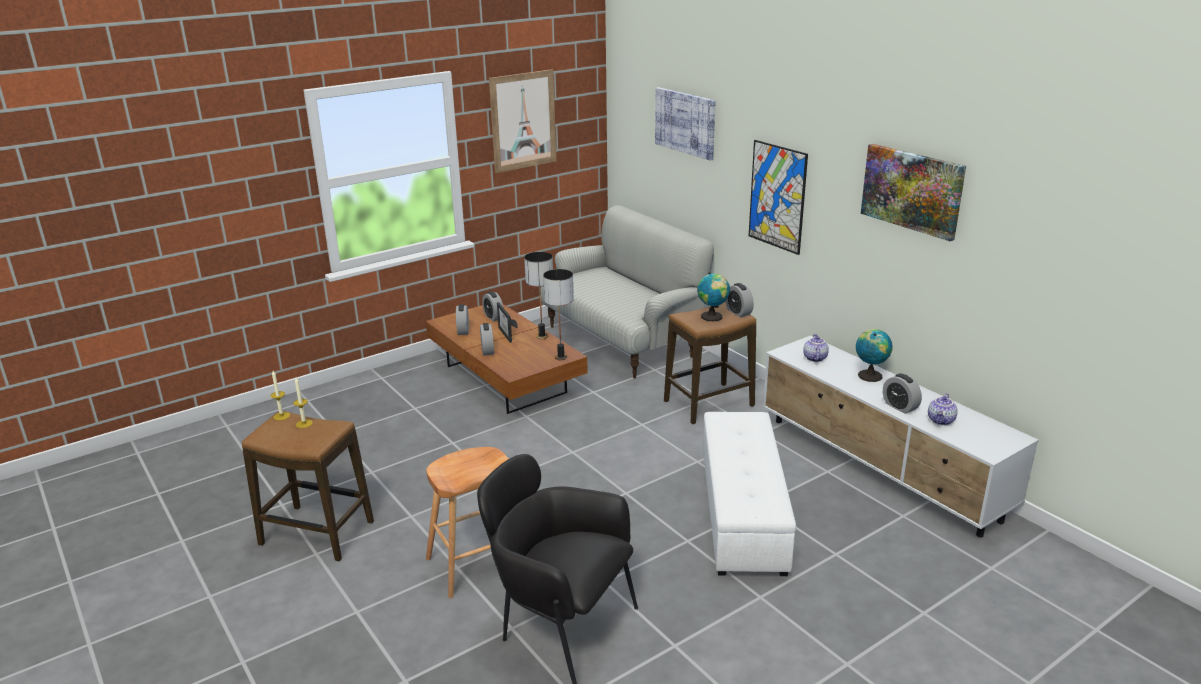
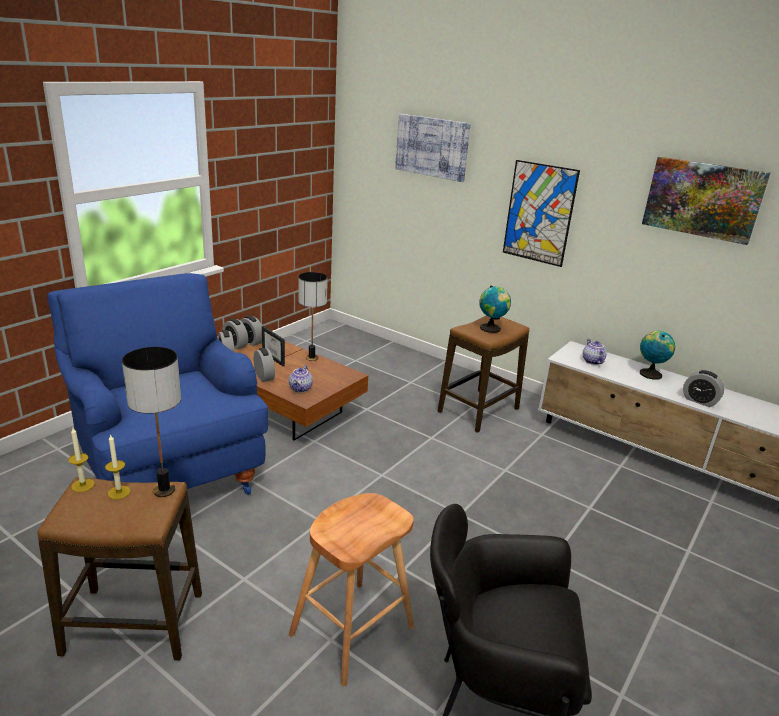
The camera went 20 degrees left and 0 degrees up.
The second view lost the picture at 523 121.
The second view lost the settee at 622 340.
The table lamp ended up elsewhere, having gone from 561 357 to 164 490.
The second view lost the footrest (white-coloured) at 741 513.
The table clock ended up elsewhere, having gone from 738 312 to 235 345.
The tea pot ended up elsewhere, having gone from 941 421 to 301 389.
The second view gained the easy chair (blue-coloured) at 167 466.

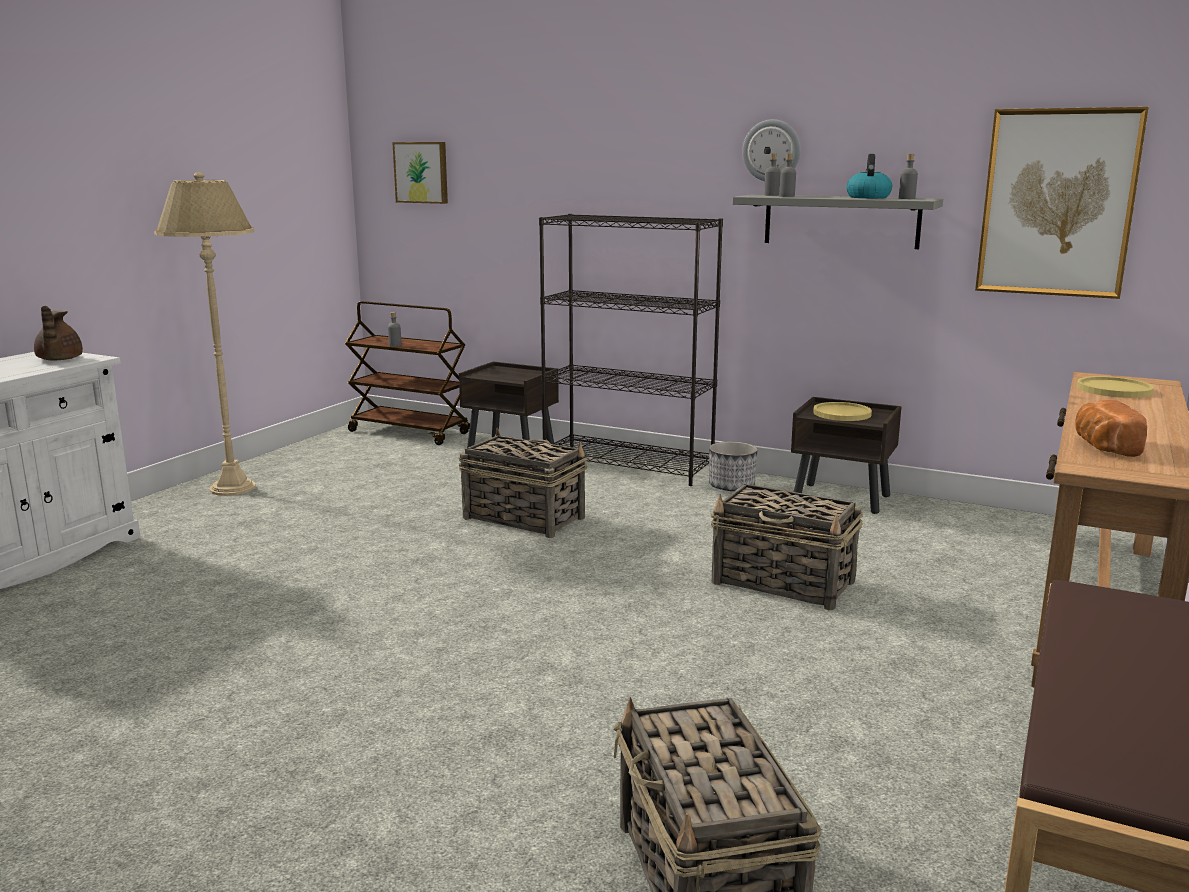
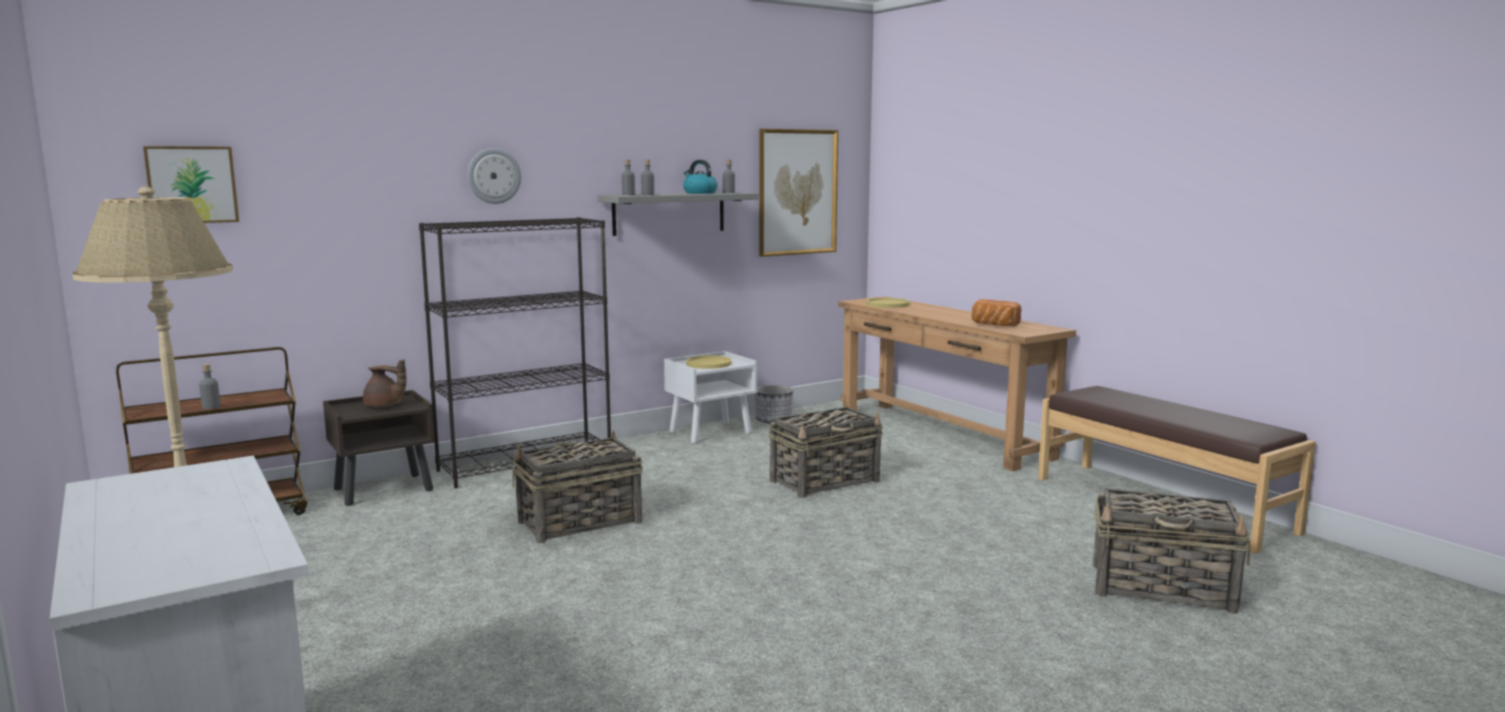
The camera went 60 degrees left and 5 degrees down.
The tea pot (brown) ended up elsewhere, having gone from 58 359 to 384 406.
The flower pot ended up elsewhere, having gone from 732 487 to 774 421.
The clock on the wall ended up elsewhere, having gone from 771 150 to 494 176.
What was the night table (brown) at 842 498 turned into the night table (white-coloured) at 711 432.

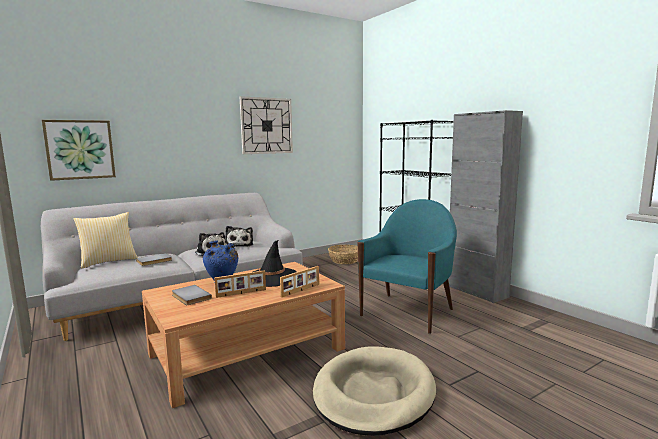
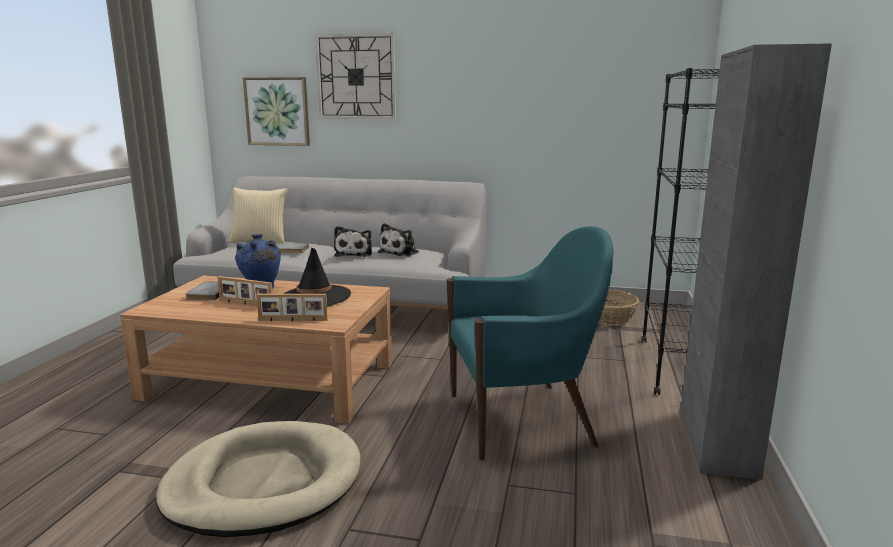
The camera went 45 degrees right and 5 degrees up.
The clock on the wall ended up elsewhere, having gone from 266 126 to 356 77.

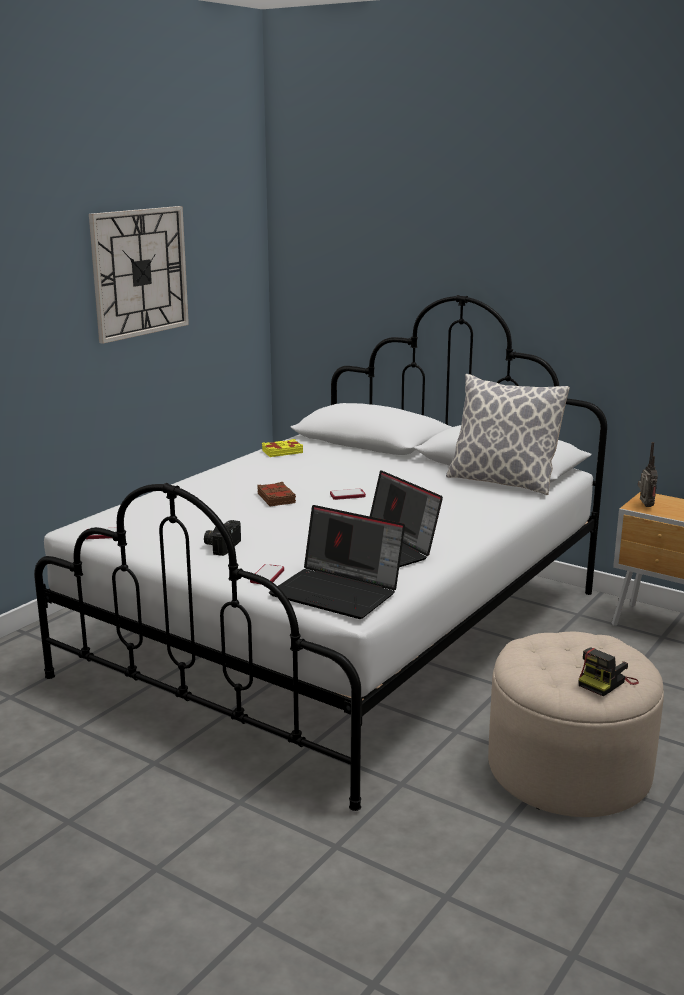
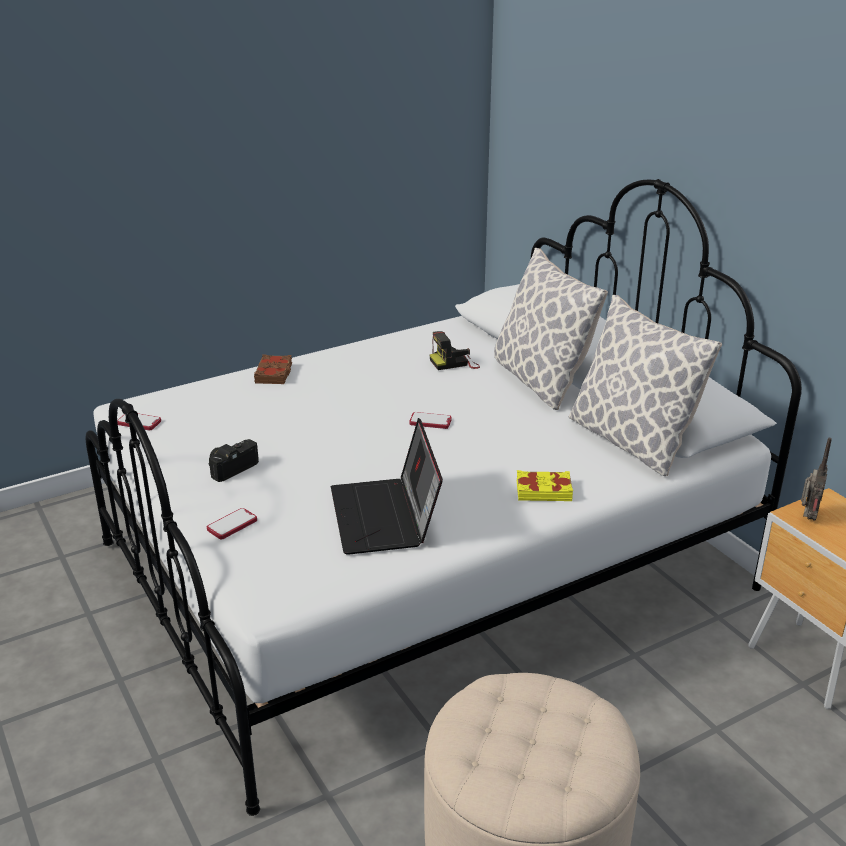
The camera went 25 degrees right and 10 degrees up.
The second view lost the clock on the wall at 139 272.
The volume (brown) ended up elsewhere, having gone from 277 498 to 274 374.
The volume (yellow-coloured) ended up elsewhere, having gone from 282 452 to 543 490.
The second view lost the portable computer at 339 592.
The photo camera ended up elsewhere, having gone from 606 682 to 454 363.
The second view gained the pillow at 541 380.

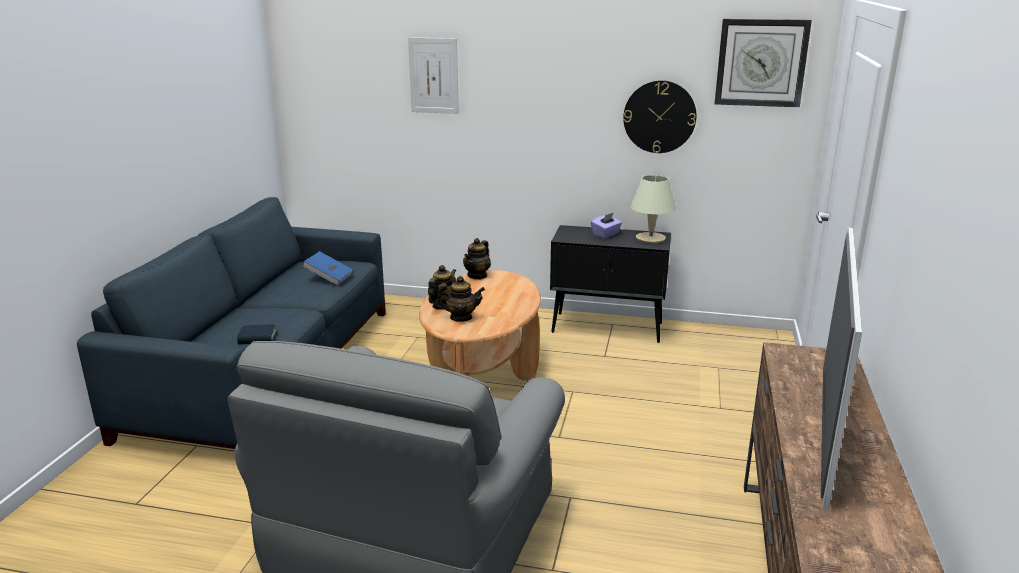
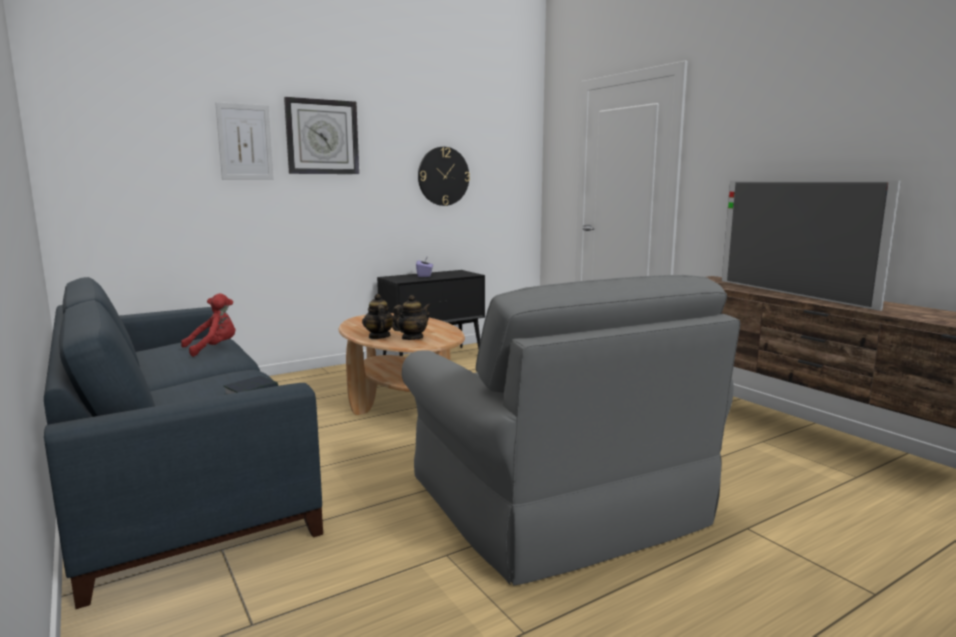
The camera went 45 degrees left and 10 degrees down.
Where the volume (blue-coloured) stood at 329 278, the soft toy (red) came to stand at 213 348.
The second view lost the tea pot at 477 275.
The second view lost the table lamp (beige-coloured) at 650 239.
The clock on the wall ended up elsewhere, having gone from 761 63 to 322 137.

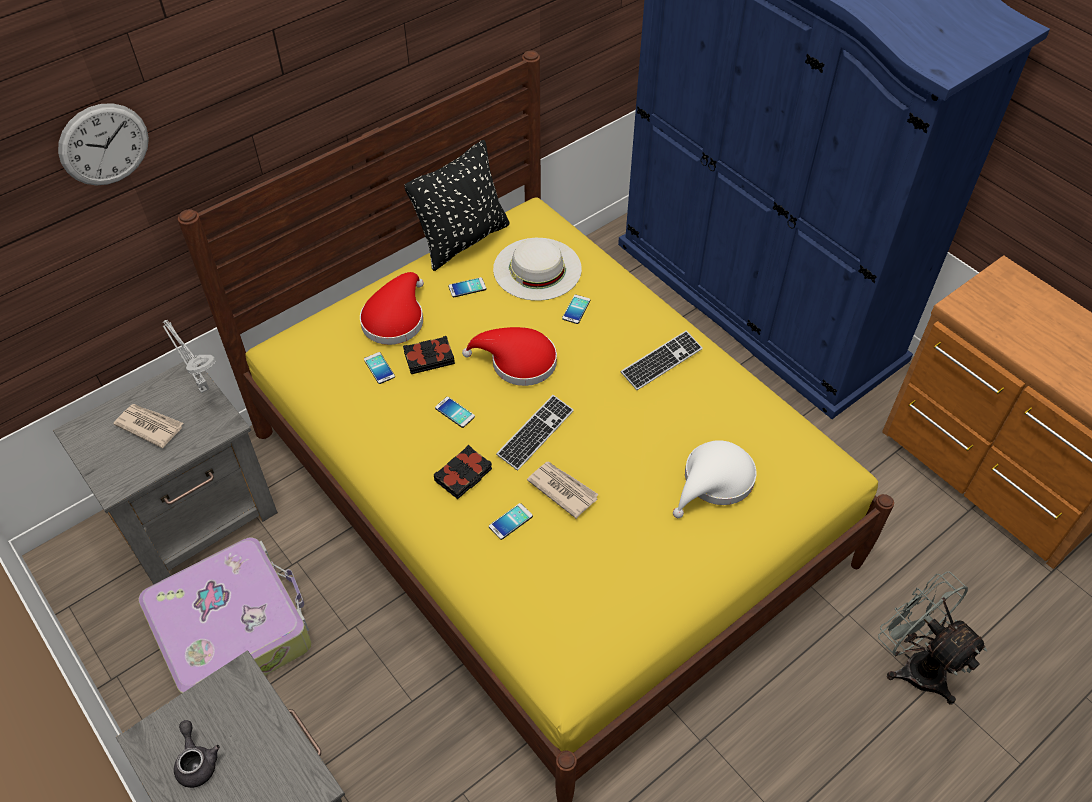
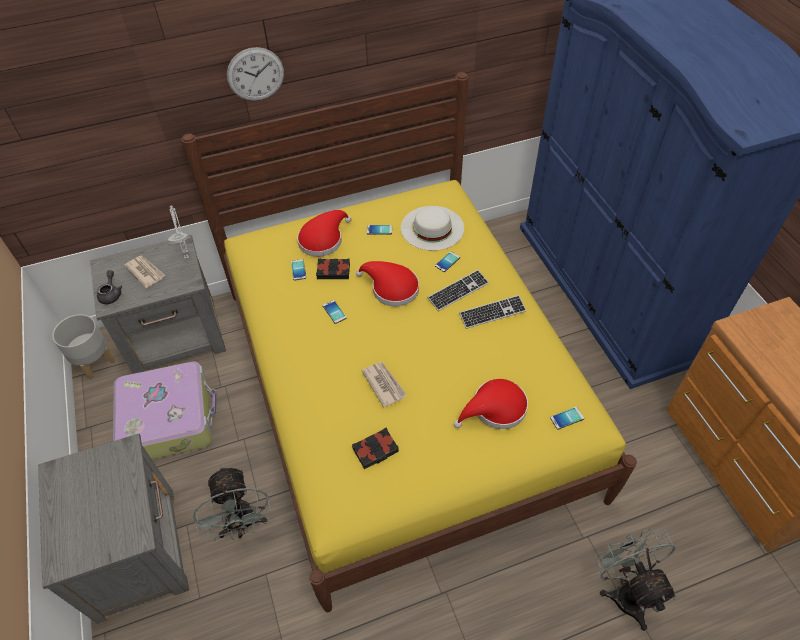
The camera went 20 degrees right and 0 degrees up.
The clock on the wall ended up elsewhere, having gone from 104 145 to 255 74.
The tea pot (greyish) ended up elsewhere, having gone from 197 761 to 111 294.
The second view lost the pillow (blackish) at 463 240.
The volume (blackish) ended up elsewhere, having gone from 464 475 to 376 450.
The telephone ended up elsewhere, having gone from 510 521 to 567 418.
The keyboard ended up elsewhere, having gone from 535 433 to 458 291.
What was the wearable hat (white-coloured) at 714 482 turned into the wearable hat (red) at 495 409.
The second view gained the flower pot (greyish) at 95 363.
The second view gained the electric fan (greyish) at 242 525.

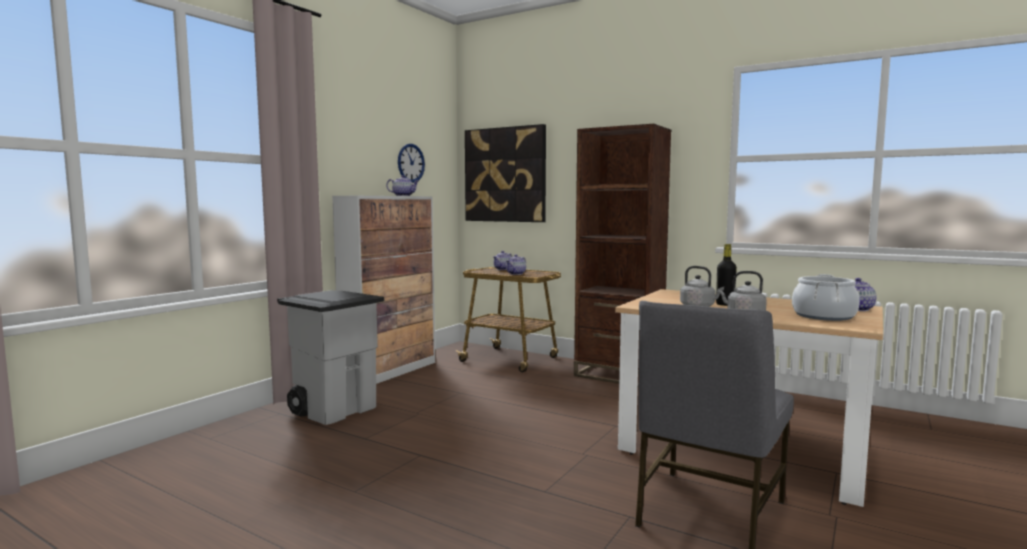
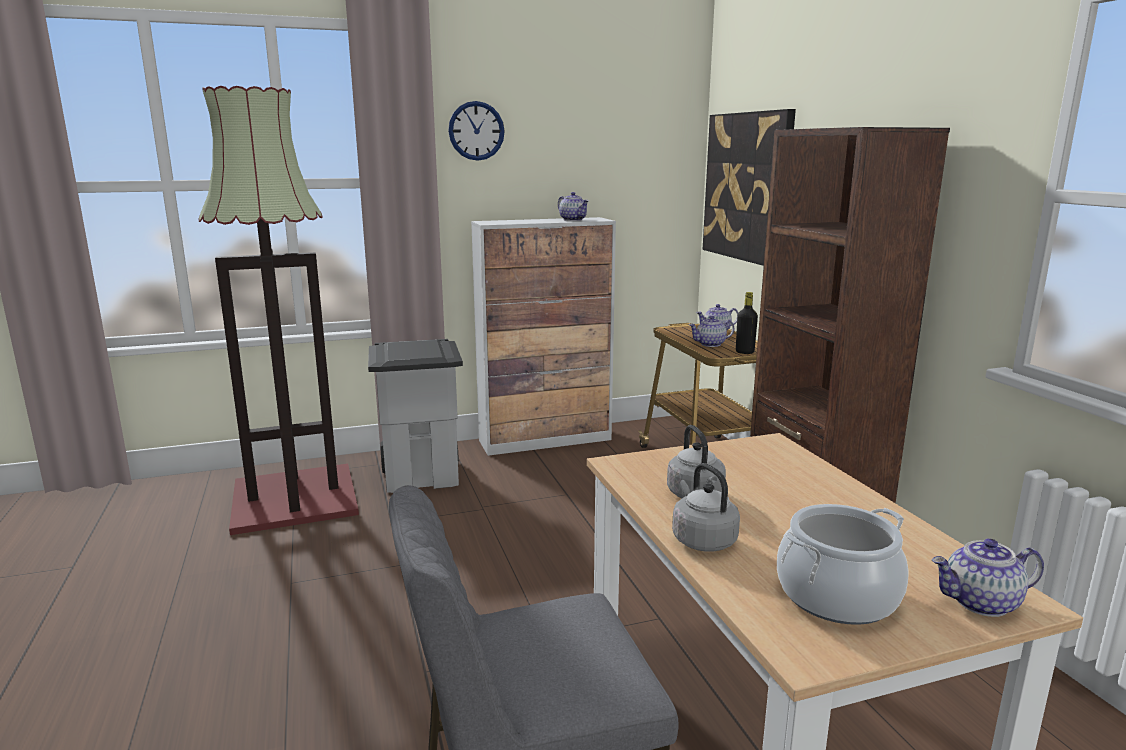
The camera went 40 degrees right and 10 degrees up.
The clock on the wall ended up elsewhere, having gone from 411 163 to 476 131.
The drink bottle (blackish) ended up elsewhere, having gone from 725 304 to 744 352.
The second view gained the floor lamp at 296 497.

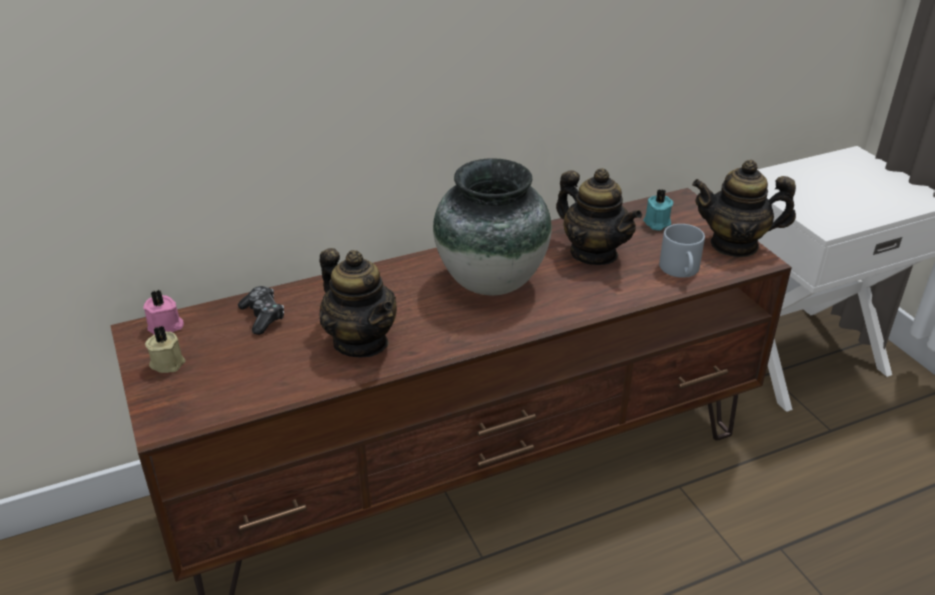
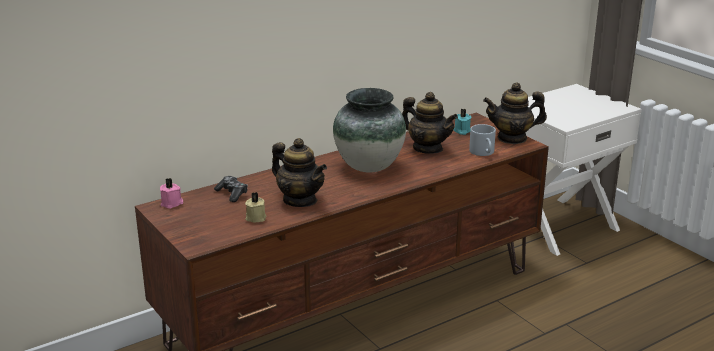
The camera went 10 degrees left and 10 degrees down.
The candle (beige-coloured) ended up elsewhere, having gone from 167 362 to 255 217.

